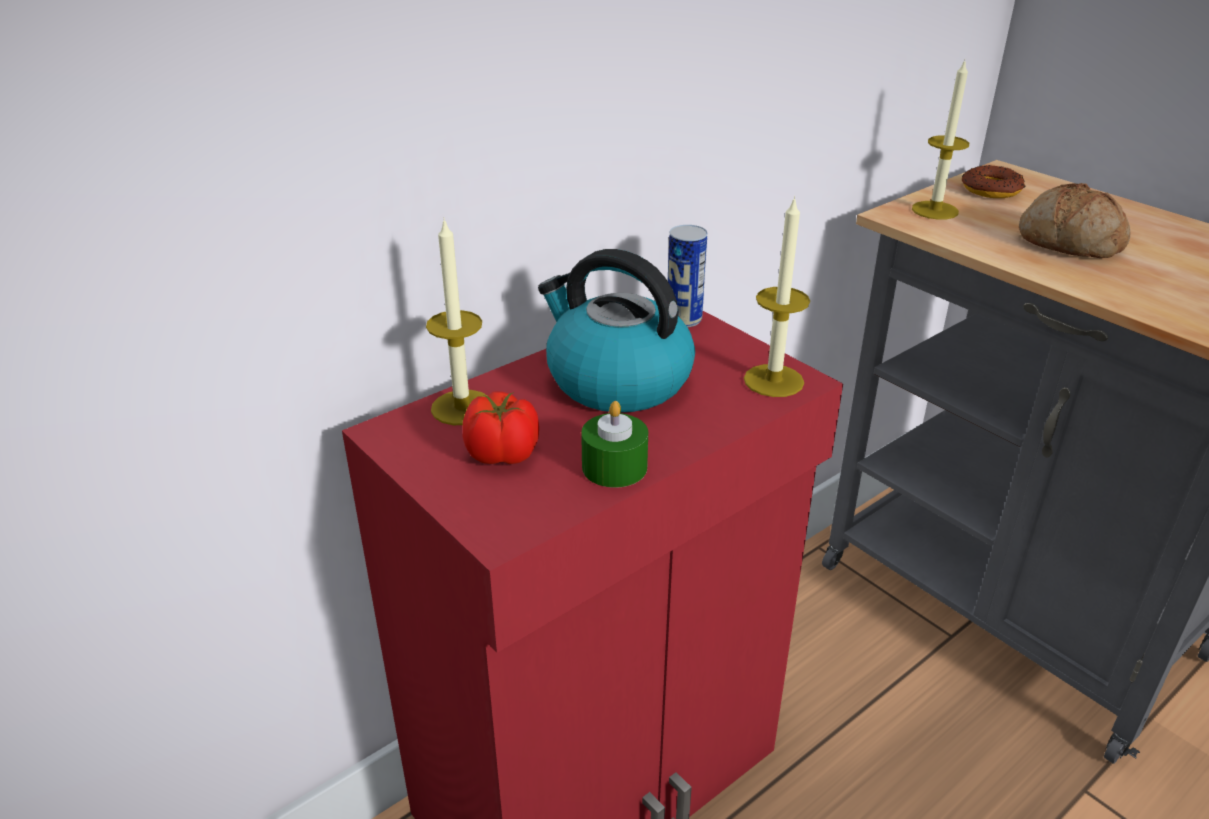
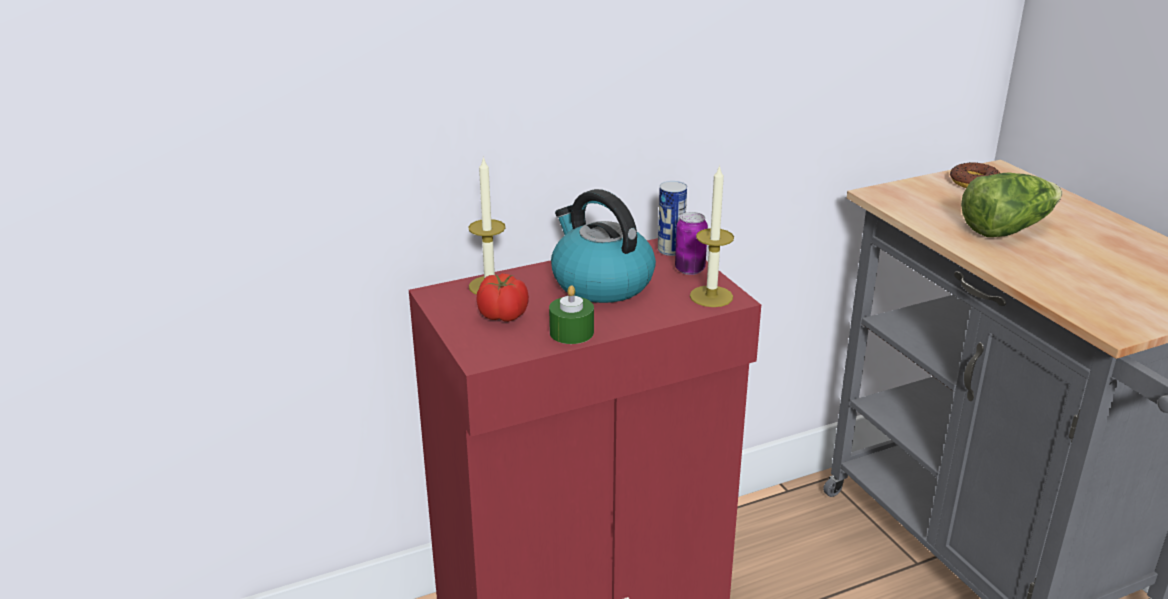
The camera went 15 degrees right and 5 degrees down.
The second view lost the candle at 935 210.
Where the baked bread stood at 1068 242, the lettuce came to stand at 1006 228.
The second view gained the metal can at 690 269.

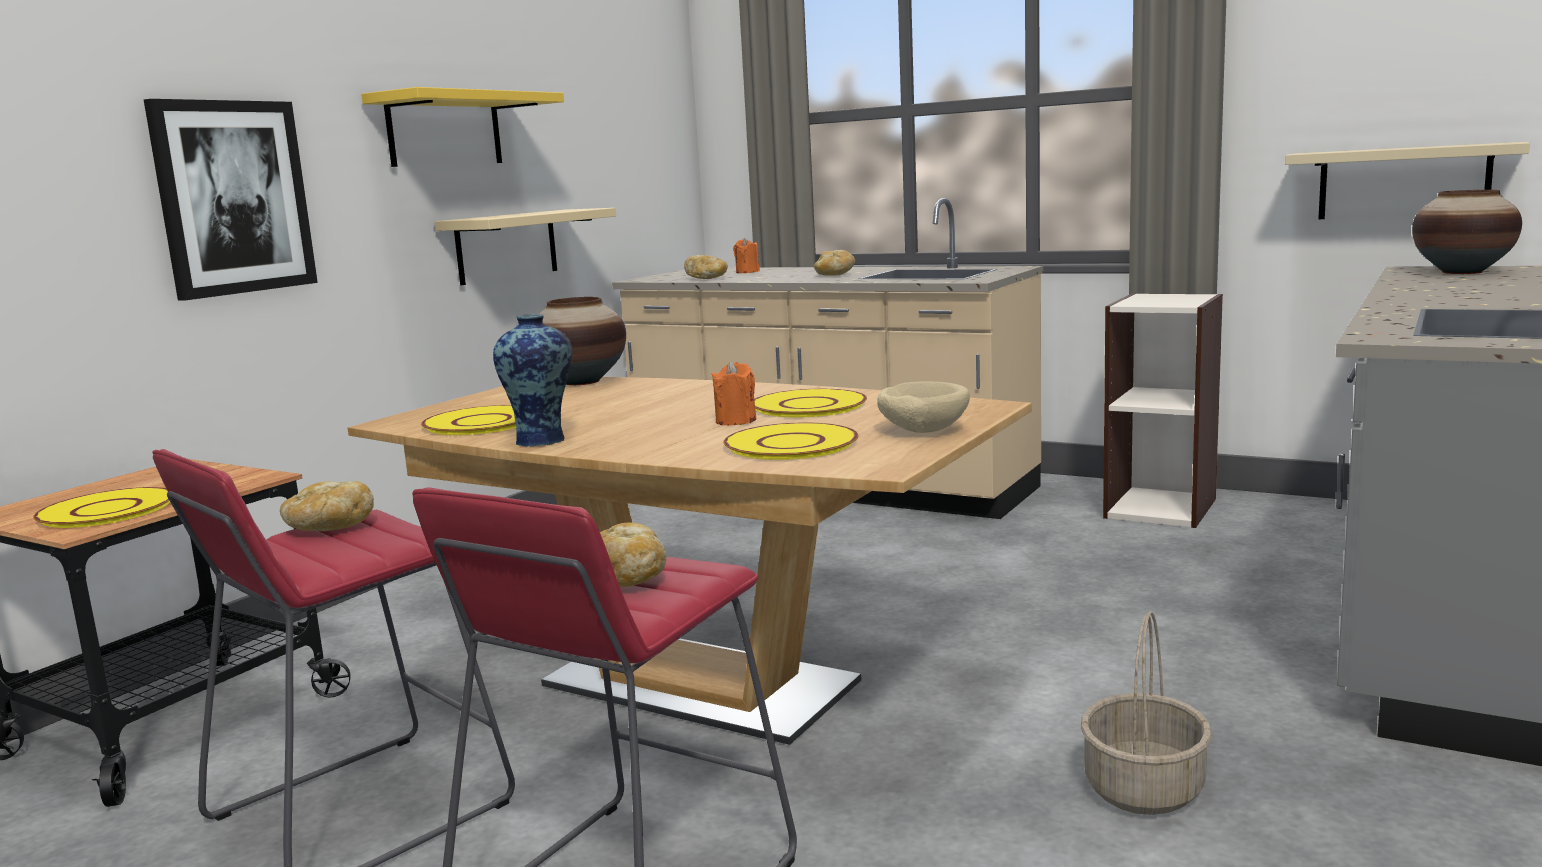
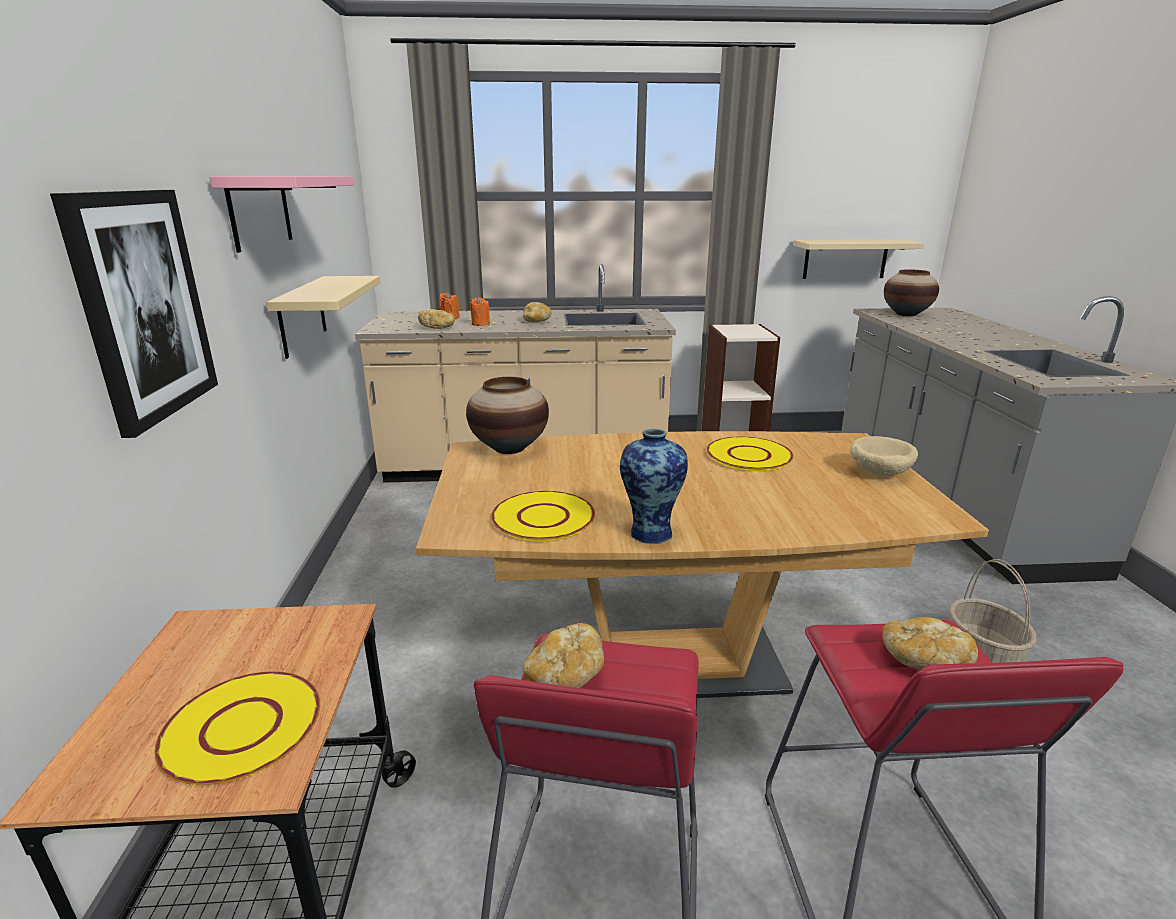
The camera went 35 degrees left and 10 degrees up.
What was the wall shelf (yellow-coloured) at 445 130 turned into the wall shelf (pink-coloured) at 260 211.
The candle (orange) ended up elsewhere, having gone from 736 421 to 480 324.
The second view lost the dinner plate (yellow-coloured) at 790 444.

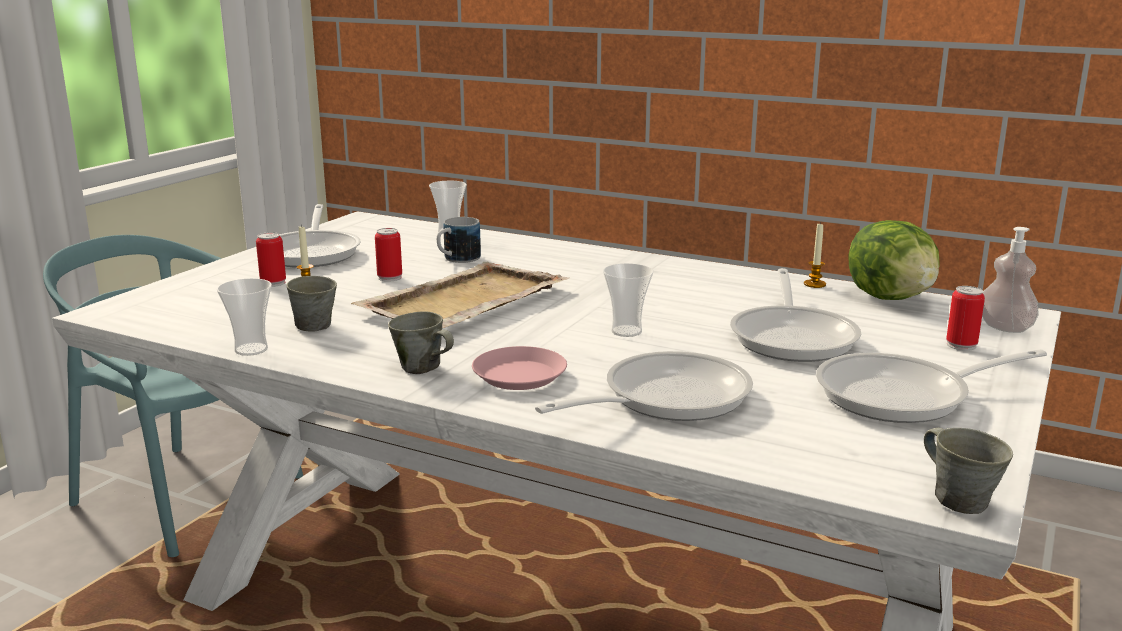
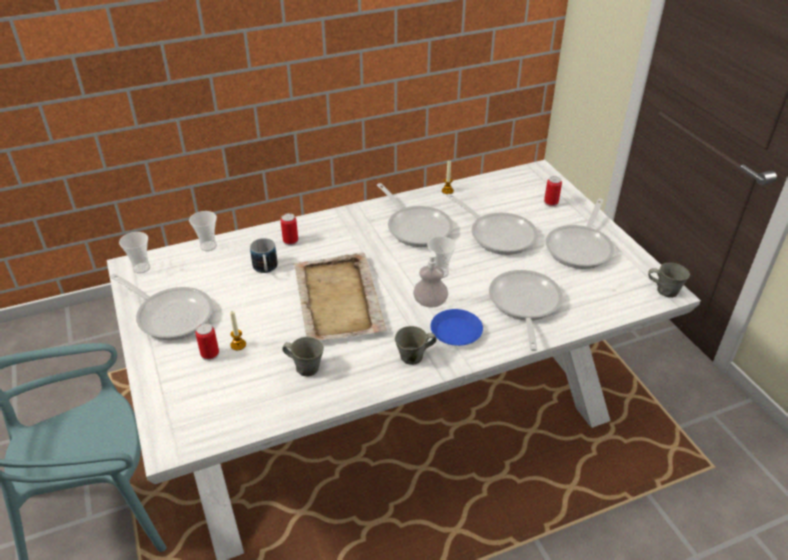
The camera went 50 degrees left and 20 degrees up.
The small cup ended up elsewhere, having gone from 251 349 to 141 268.
The metal can ended up elsewhere, having gone from 389 277 to 290 241.
What was the dinner plate (pink-coloured) at 519 375 turned into the dinner plate (blue-coloured) at 455 331.
The second view lost the lettuce at 892 297.
The soap bottle ended up elsewhere, having gone from 1005 328 to 430 302.
The second view gained the skillet at 416 227.

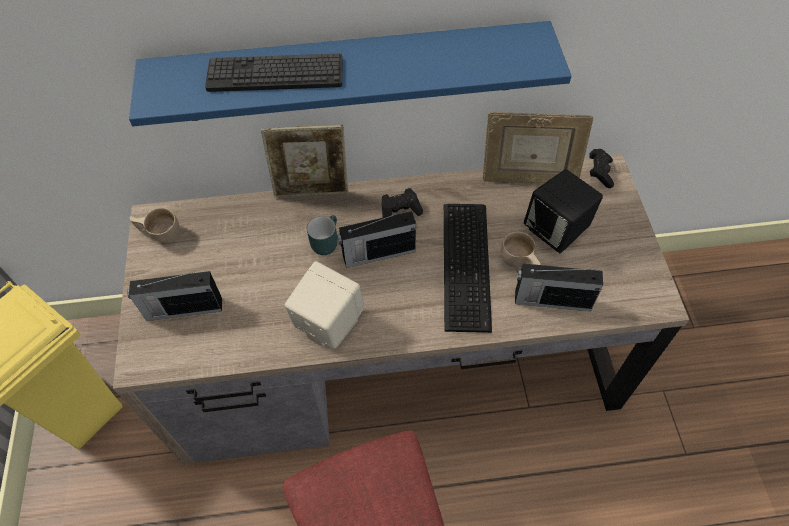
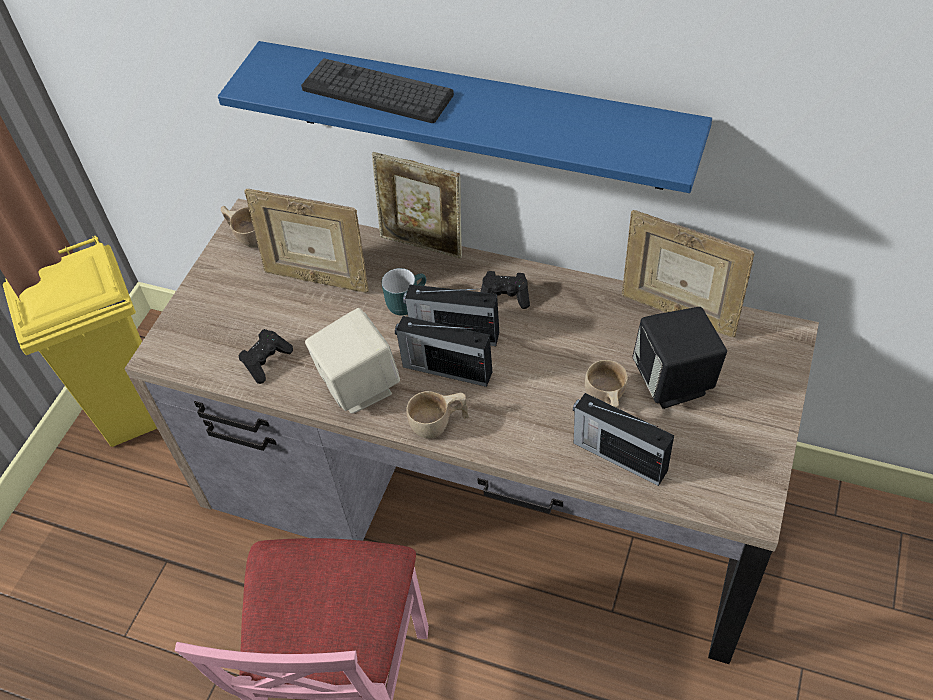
The camera went 30 degrees right and 5 degrees down.
The radio set ended up elsewhere, having gone from 182 309 to 445 369.
The second view lost the keyboard at 468 263.
The gamepad (blackish) ended up elsewhere, having gone from 599 173 to 266 361.
The second view gained the photo frame at 317 278.
The second view gained the small cup (beige-coloured) at 439 424.

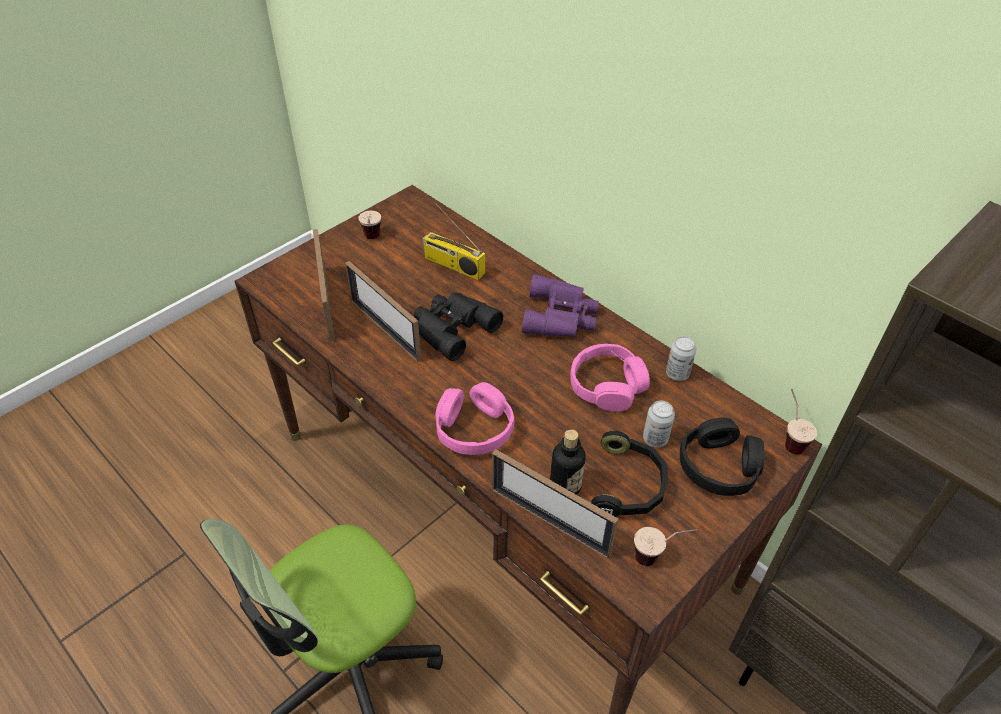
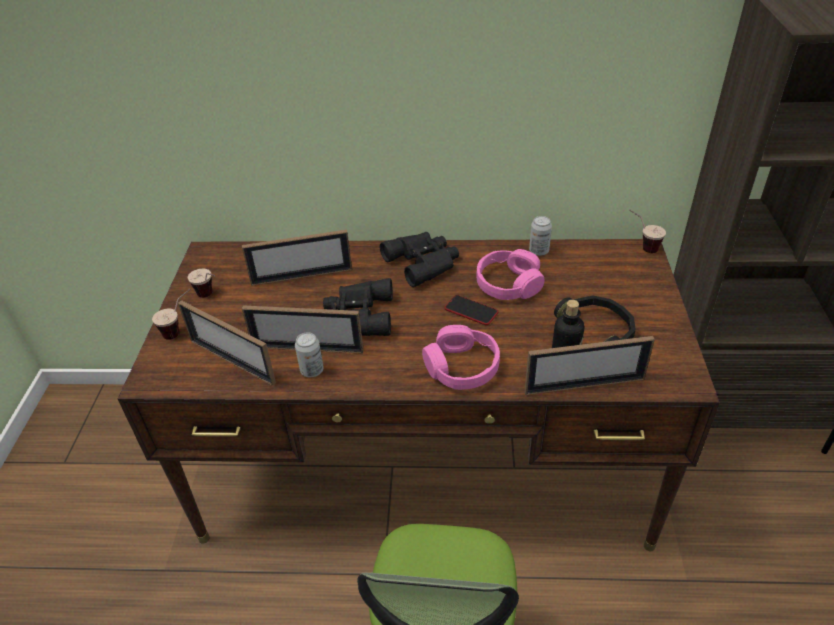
The camera went 40 degrees left and 5 degrees down.
Where the radio set stood at 452 265, the photo frame came to stand at 302 276.
What was the field glasses (purplish) at 561 316 turned into the field glasses (blackish) at 424 262.
The small cup ended up elsewhere, having gone from 658 557 to 180 329.
The metal can ended up elsewhere, having gone from 655 439 to 312 370.
The second view lost the headphones (blackish) at 719 466.
The second view gained the telephone at 471 311.

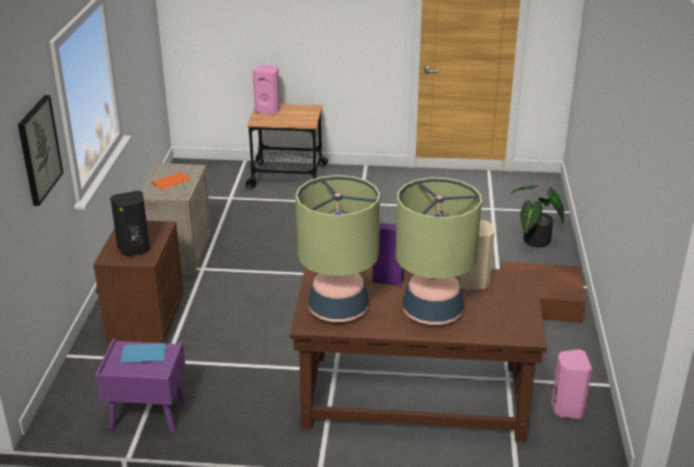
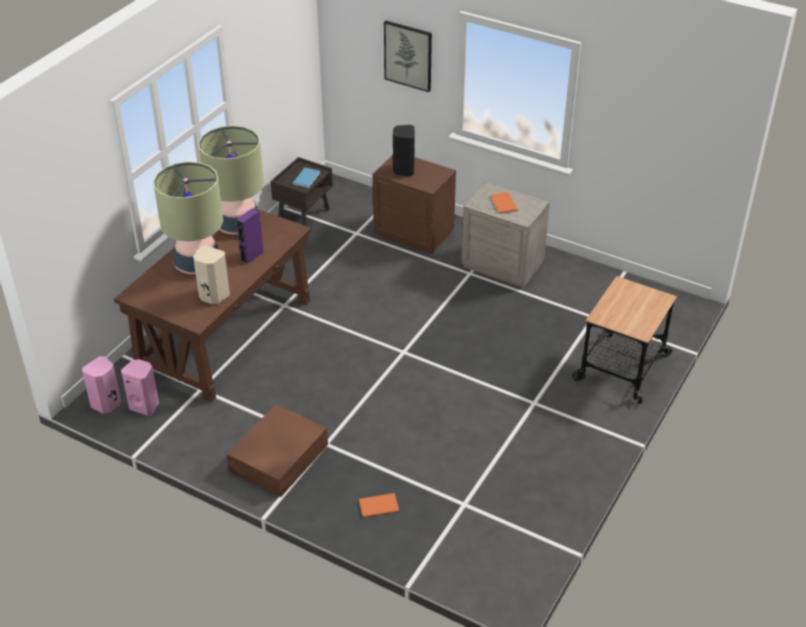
The camera went 115 degrees right and 10 degrees up.
What was the night table (purplish) at 147 416 turned into the night table (brown) at 304 215.
The speaker (pink-coloured) ended up elsewhere, having gone from 268 110 to 107 404.
Where the potted plant stood at 533 241, the volume (orange) came to stand at 377 505.

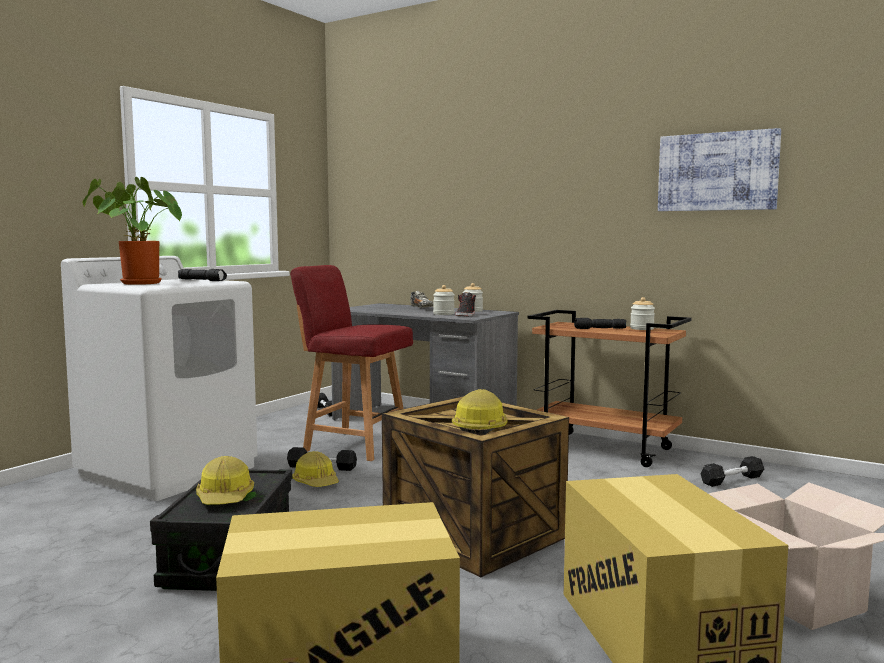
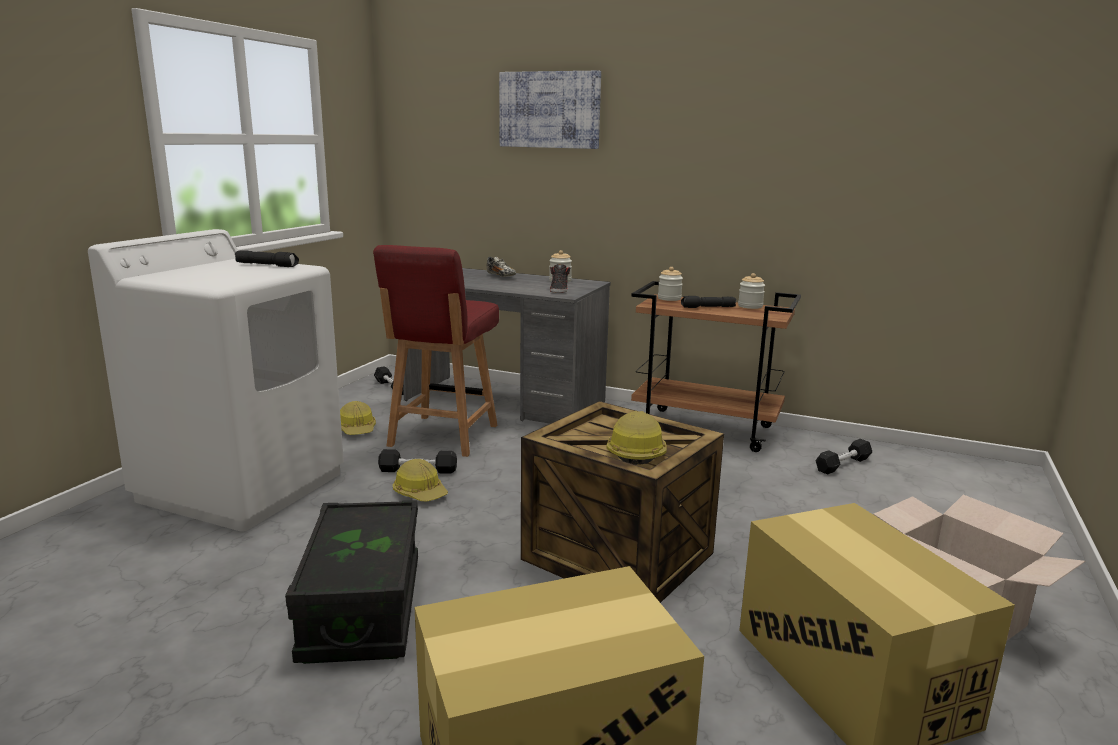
The camera went 10 degrees left and 10 degrees up.
The second view lost the potted plant at 136 283.
The safety helmet ended up elsewhere, having gone from 225 498 to 357 429.
The plain chair (red) at 354 445 ended up facing another way, 90 degrees counterclockwise from before.
The storage jar ended up elsewhere, having gone from 443 314 to 669 298.
The picture ended up elsewhere, having gone from 717 172 to 549 110.

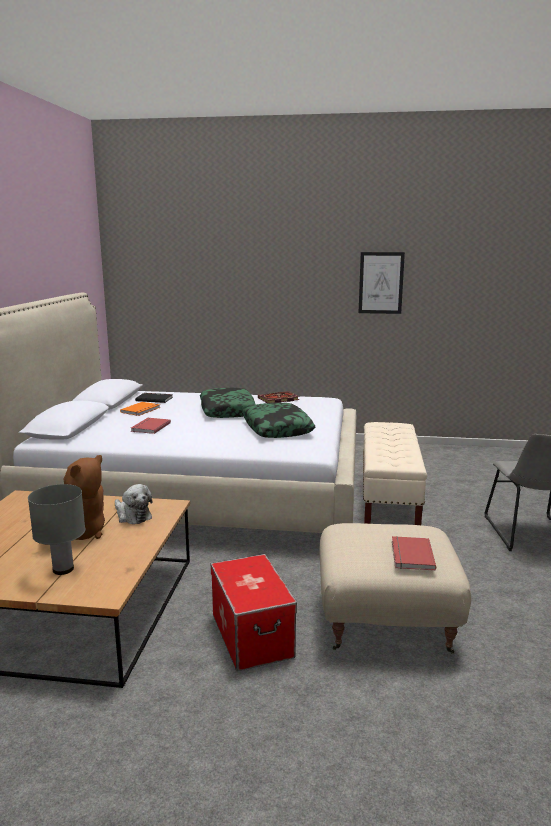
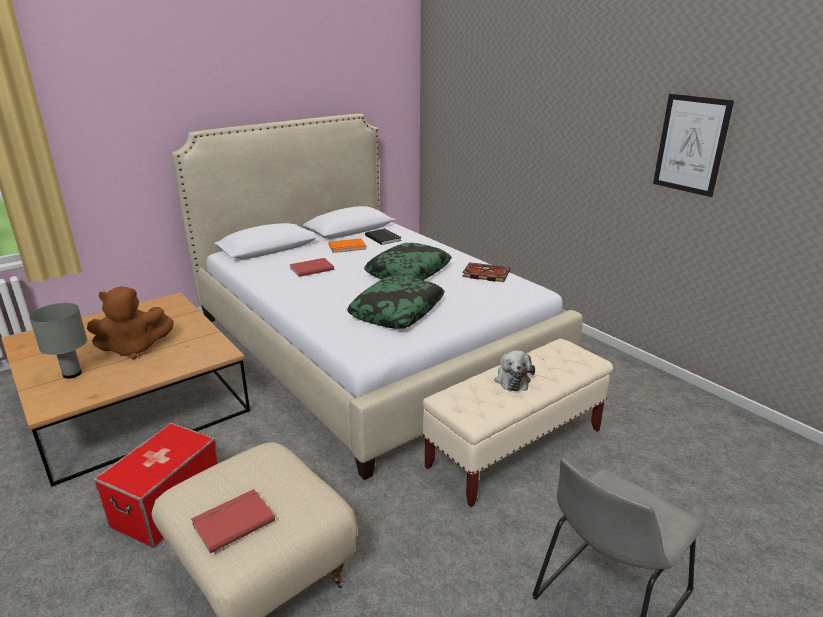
The camera went 45 degrees right and 10 degrees up.
The soft toy ended up elsewhere, having gone from 132 516 to 512 379.

